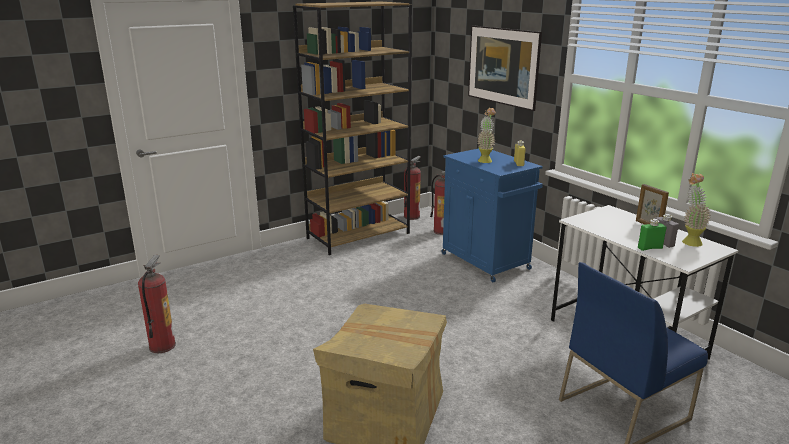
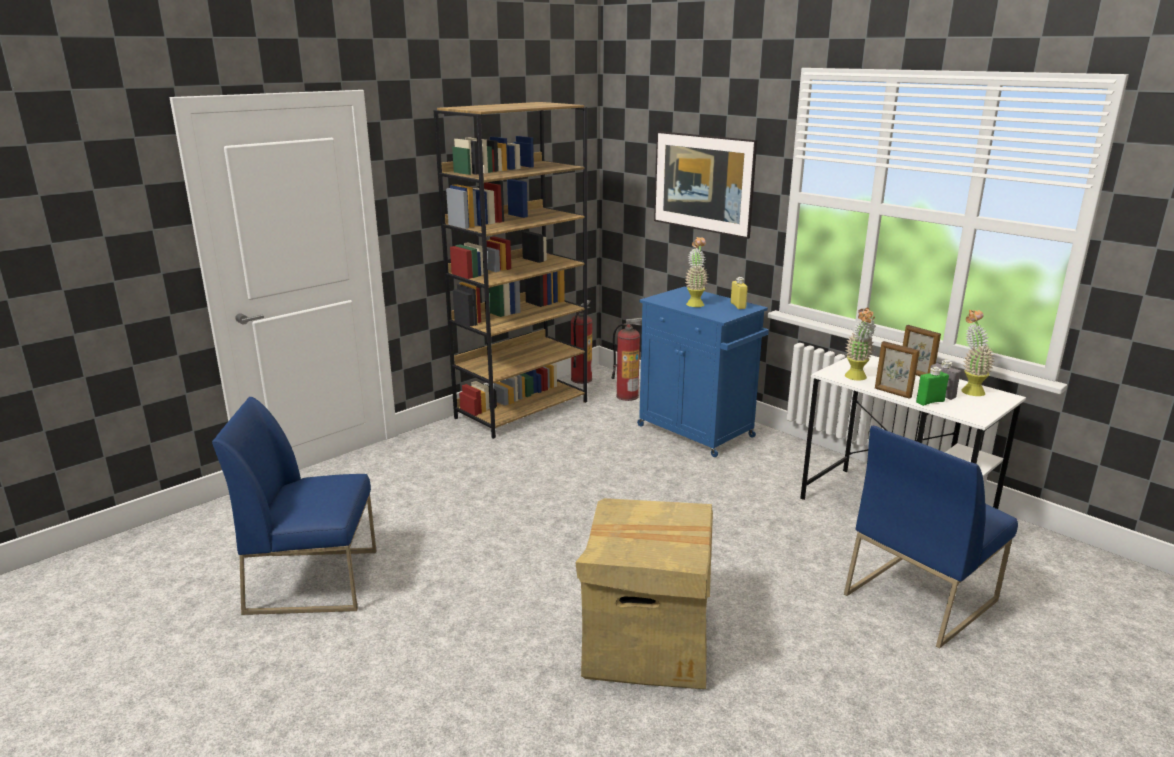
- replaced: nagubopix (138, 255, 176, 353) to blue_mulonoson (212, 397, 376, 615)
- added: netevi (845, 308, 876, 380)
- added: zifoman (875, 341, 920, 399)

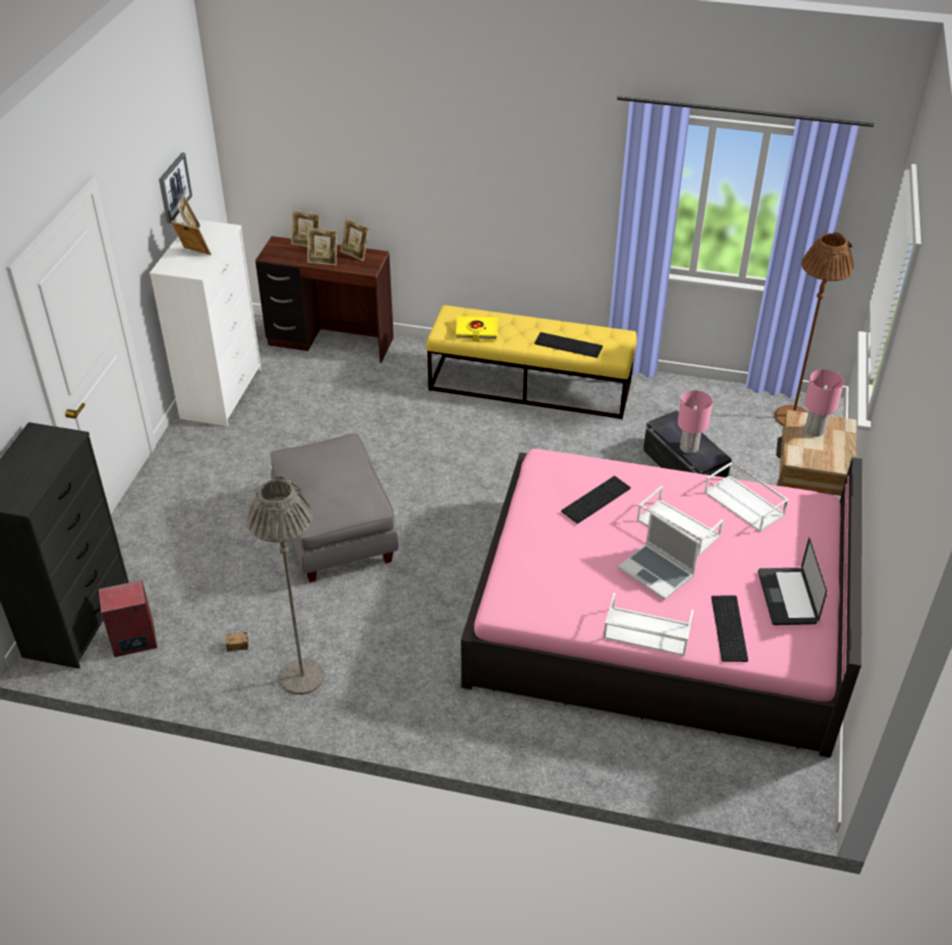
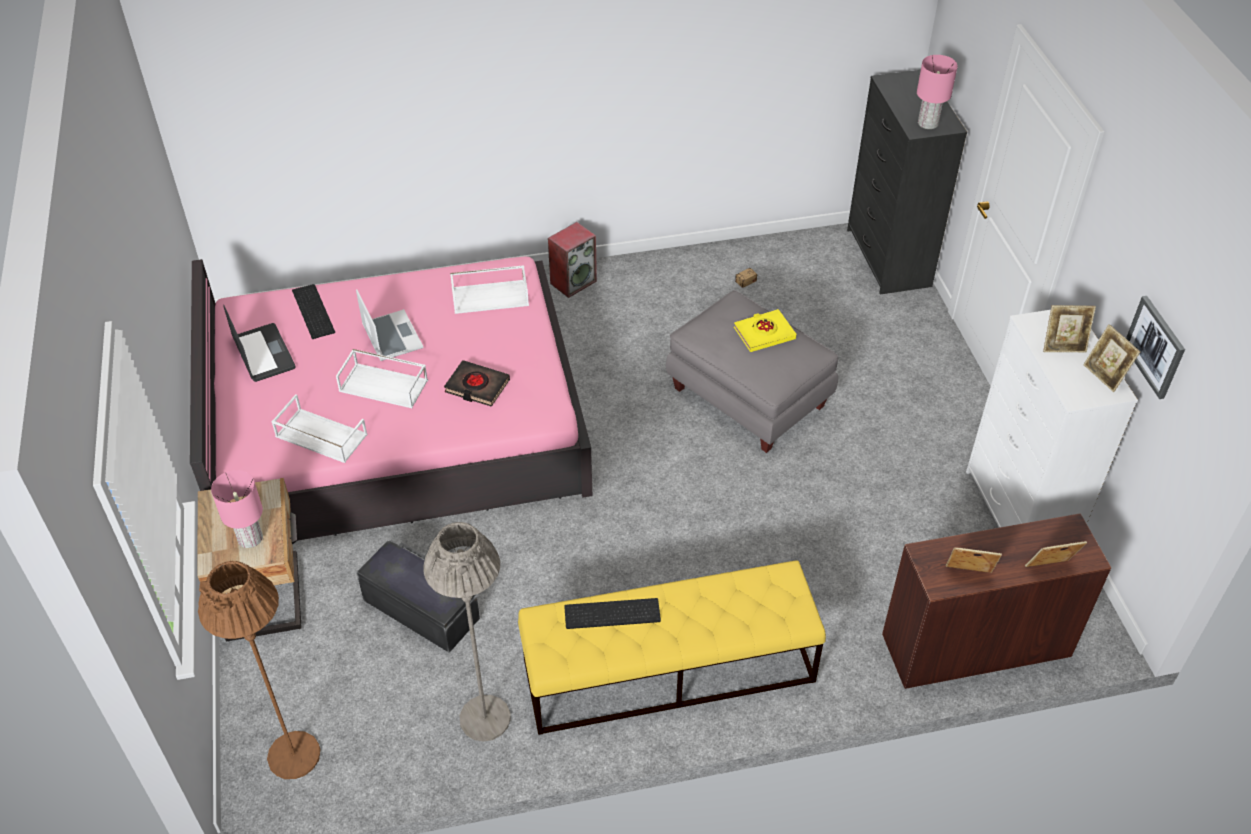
- turned: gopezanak (618, 512, 699, 600) = (356, 289, 424, 361) 45 degrees clockwise
- moved: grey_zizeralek (247, 476, 324, 695) to (423, 522, 511, 741)
- replaced: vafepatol (561, 476, 631, 524) to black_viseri (444, 360, 510, 407)
- moved: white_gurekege (603, 593, 694, 656) to (450, 265, 529, 314)
- moved: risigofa (99, 580, 157, 657) to (548, 222, 597, 298)
- moved: yellow_viseri (456, 316, 498, 341) to (734, 309, 796, 352)
- moved: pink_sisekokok (677, 390, 713, 454) to (917, 55, 958, 129)
- removed: zifoman (307, 228, 337, 265)

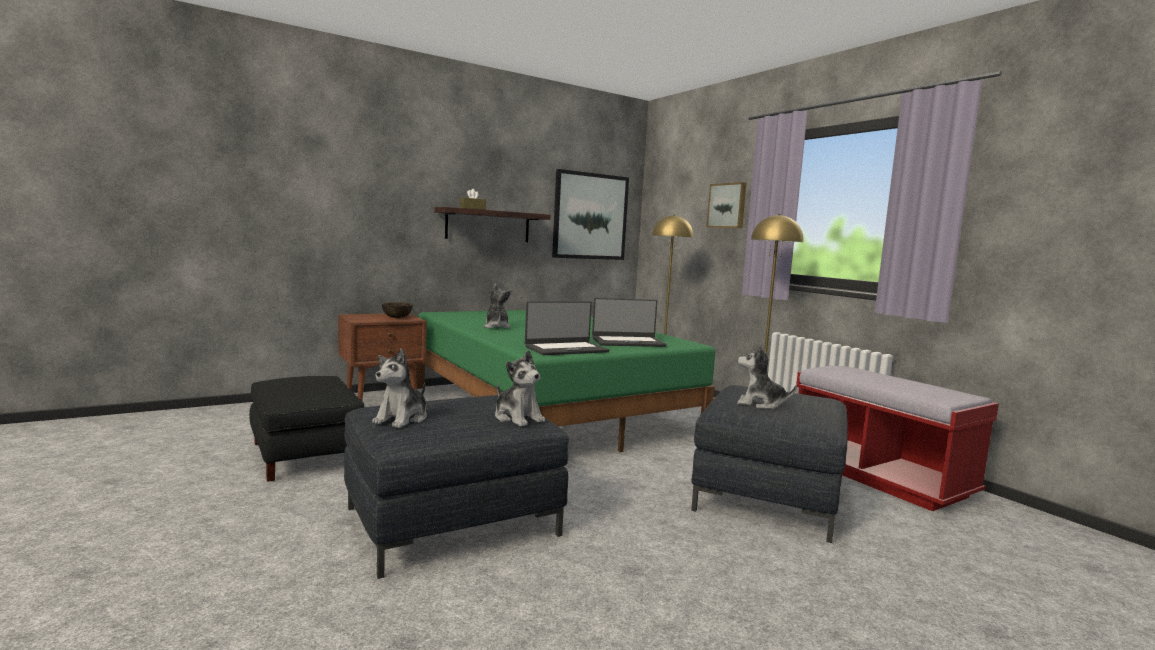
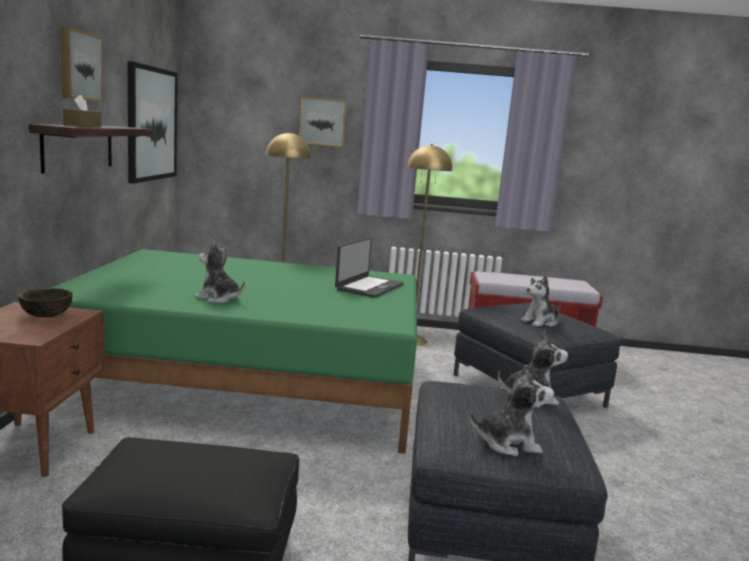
- added: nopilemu (60, 26, 103, 102)
- turned: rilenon (372, 349, 427, 428) = (469, 364, 554, 456) 60 degrees counterclockwise
- removed: gopezanak (525, 301, 609, 355)

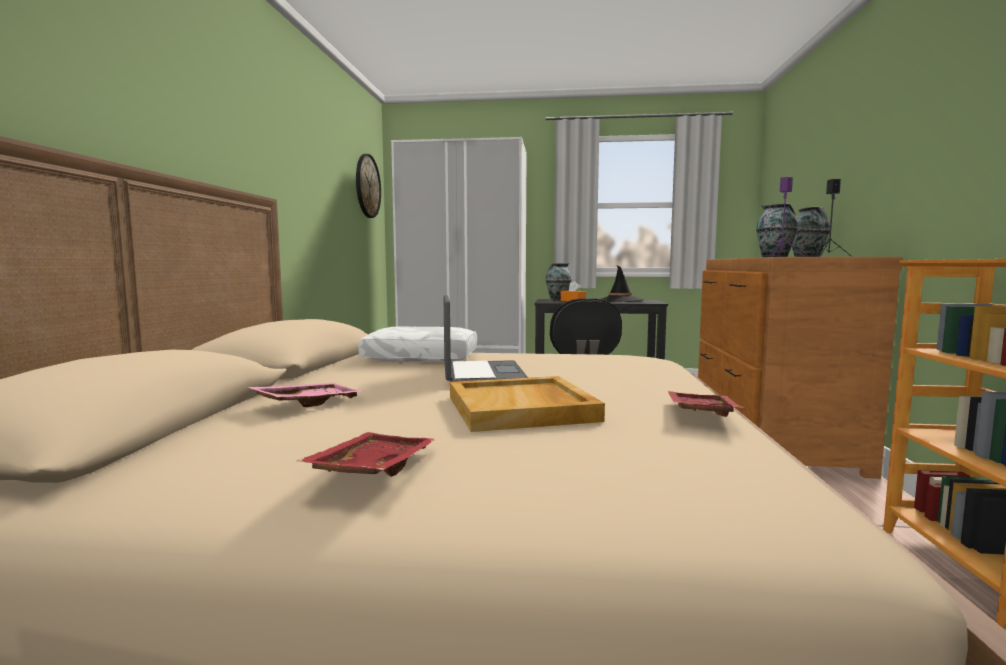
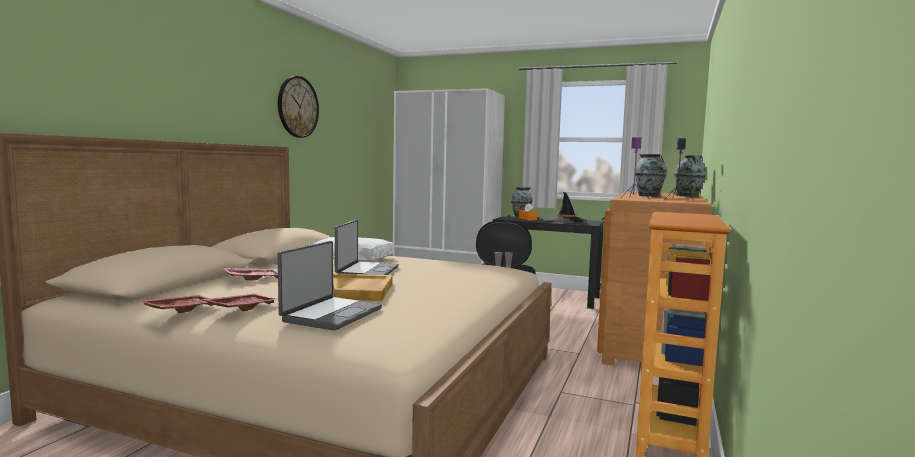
- moved: red_gurekege (668, 391, 744, 417) to (137, 295, 213, 313)
- moved: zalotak (356, 154, 381, 218) to (278, 76, 319, 138)
- added: gopezanak (278, 241, 382, 331)

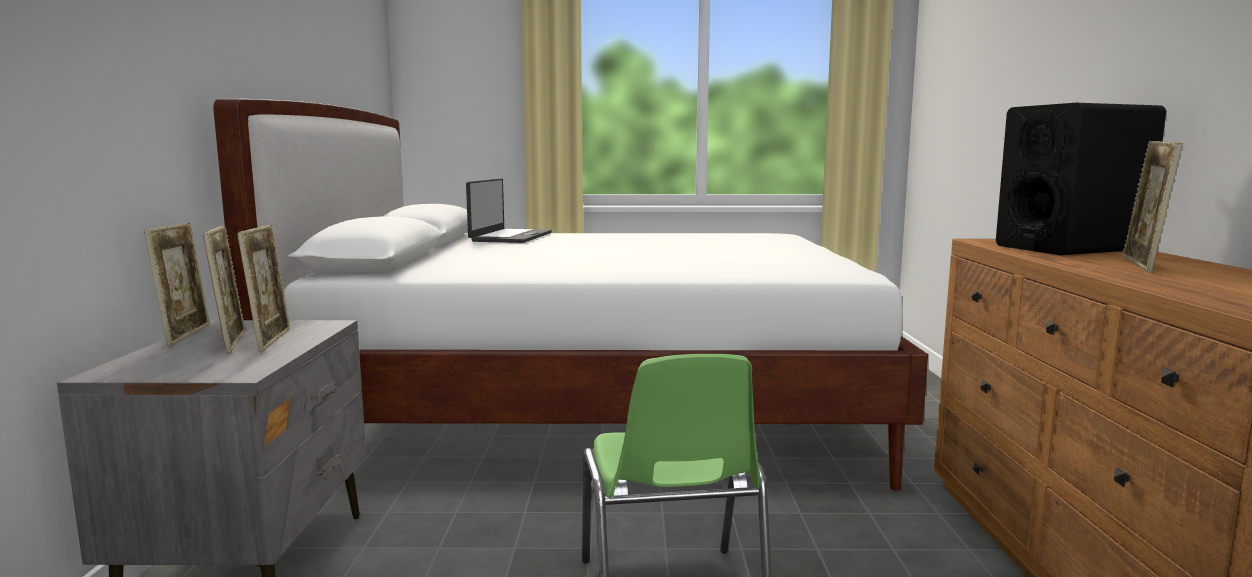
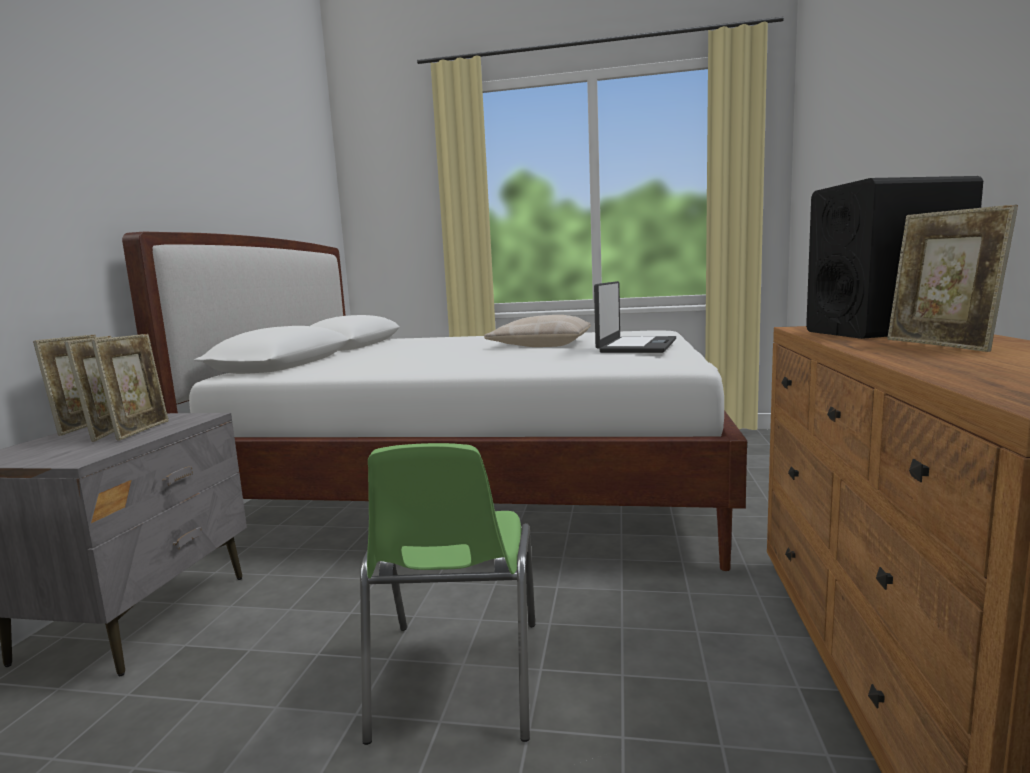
- added: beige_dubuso (484, 315, 591, 347)
- moved: gopezanak (466, 178, 552, 243) to (594, 281, 676, 353)
- turned: zifoman (1122, 141, 1183, 272) = (887, 205, 1018, 352) 45 degrees counterclockwise

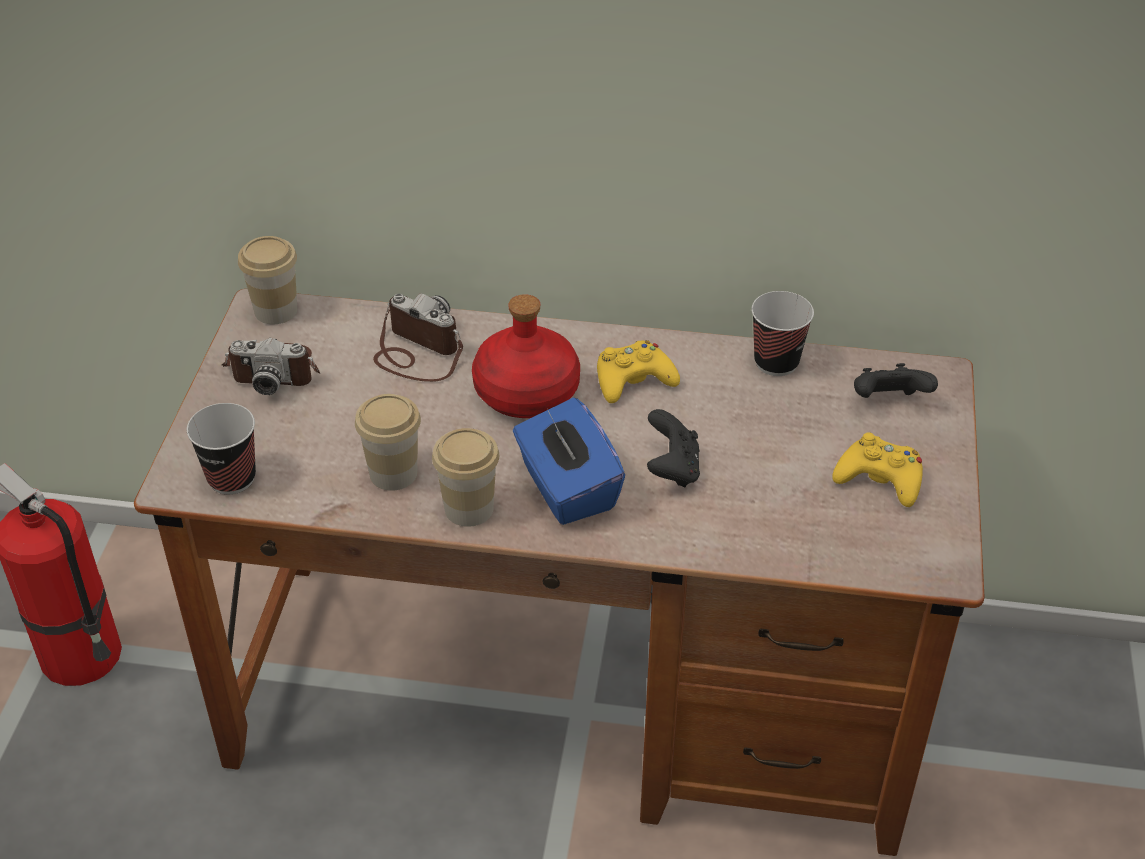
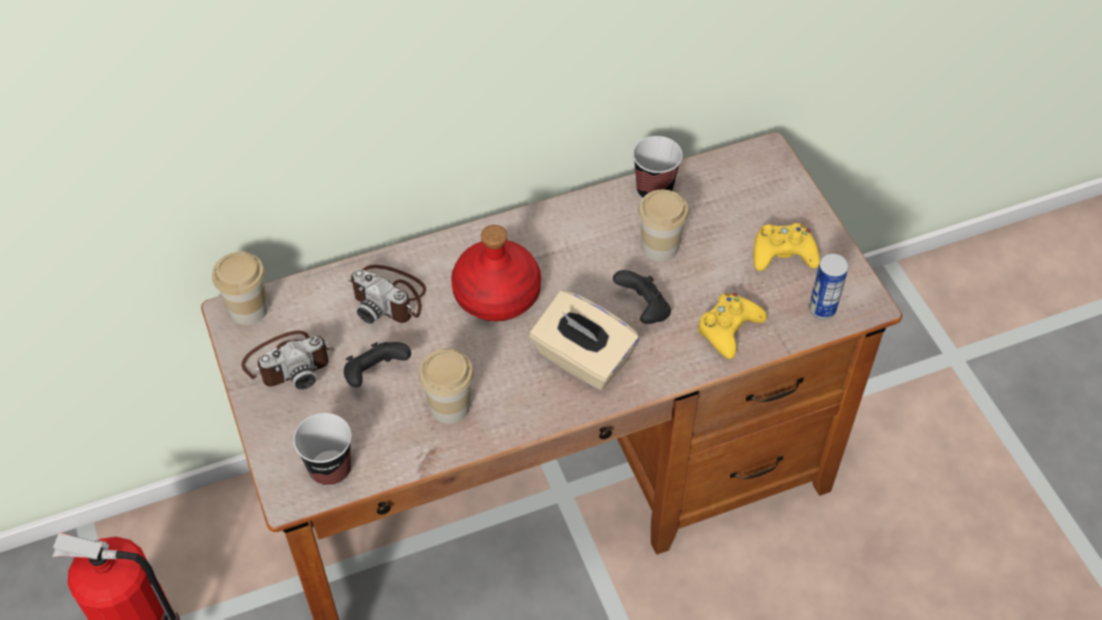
- moved: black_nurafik (854, 363, 938, 398) to (344, 342, 411, 388)
- turned: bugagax (373, 293, 463, 382) = (348, 265, 426, 324) 150 degrees counterclockwise
- recoloured: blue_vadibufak (513, 397, 625, 525) to beige_vadibufak (530, 290, 639, 391)
- moved: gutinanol (432, 428, 499, 527) to (638, 190, 689, 262)
- moved: yellow_nurafik (597, 340, 680, 403) to (697, 293, 767, 359)
- added: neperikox (809, 254, 848, 320)

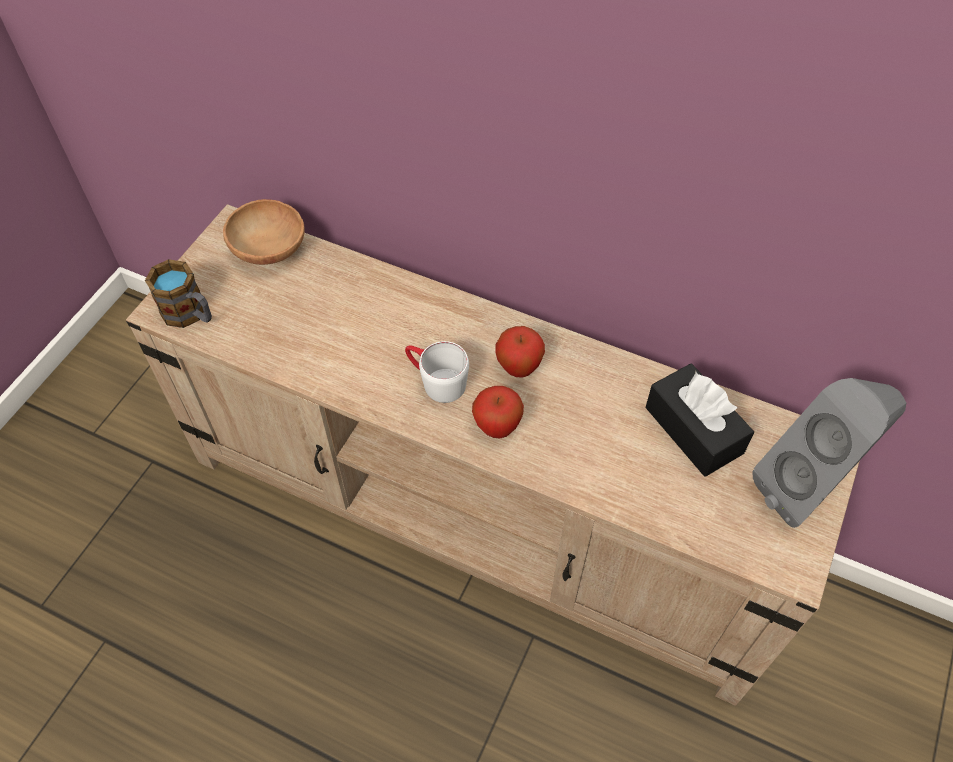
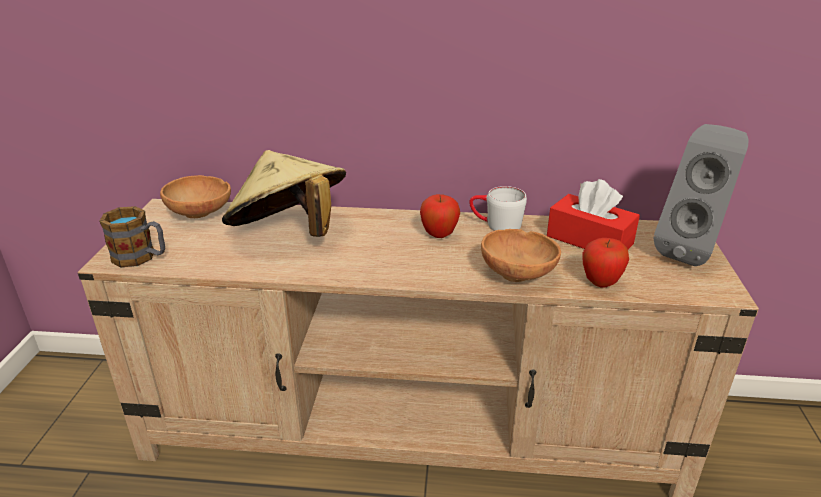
- added: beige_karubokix (222, 150, 346, 237)
- moved: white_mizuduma (405, 341, 469, 403) to (469, 186, 527, 231)
- added: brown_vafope (481, 229, 561, 282)
- recoloured: black_vadibufak (646, 363, 754, 477) to red_vadibufak (547, 179, 640, 249)
- moved: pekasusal (472, 386, 524, 438) to (582, 238, 629, 288)

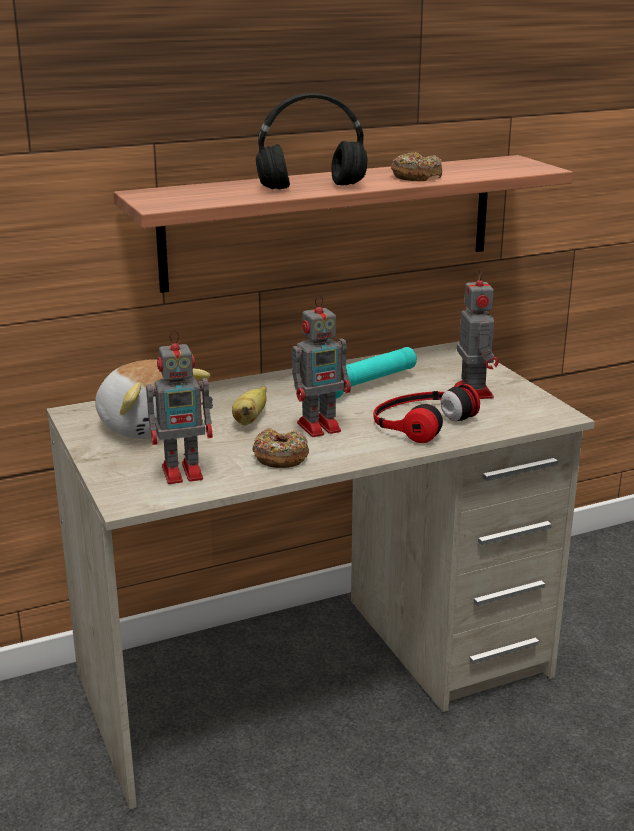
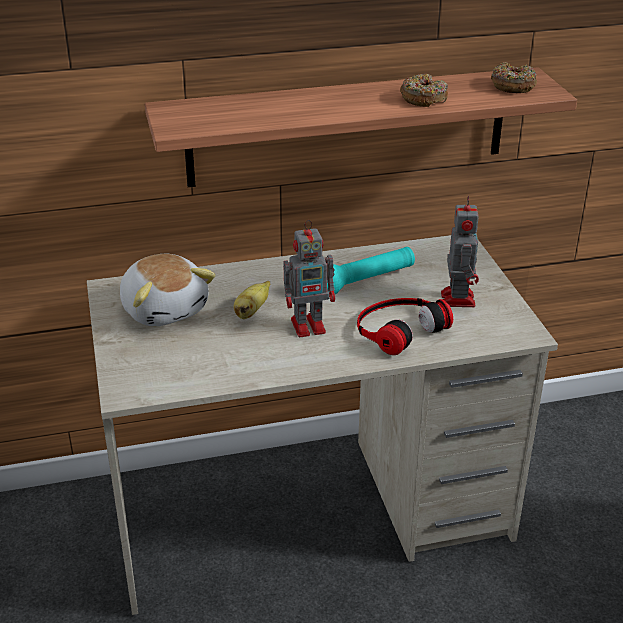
- moved: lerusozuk (252, 428, 309, 468) to (491, 62, 537, 93)
- removed: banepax (146, 330, 213, 484)
- removed: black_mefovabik (256, 93, 367, 190)

